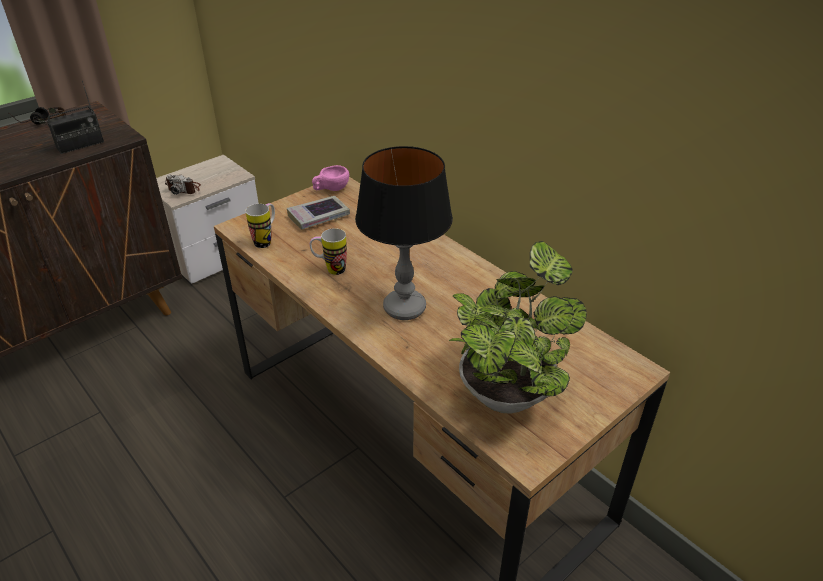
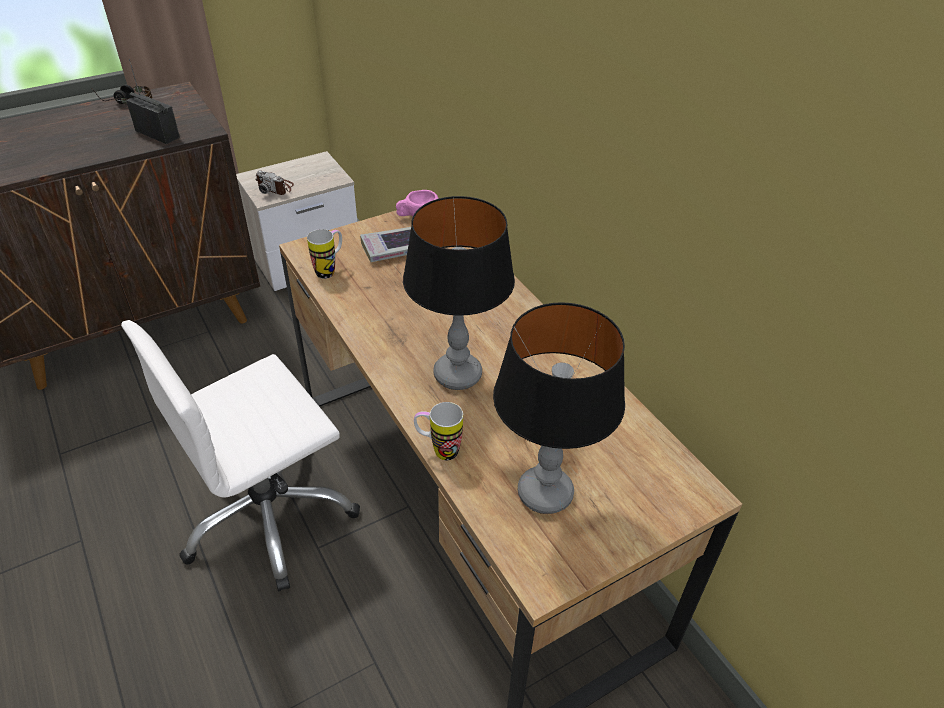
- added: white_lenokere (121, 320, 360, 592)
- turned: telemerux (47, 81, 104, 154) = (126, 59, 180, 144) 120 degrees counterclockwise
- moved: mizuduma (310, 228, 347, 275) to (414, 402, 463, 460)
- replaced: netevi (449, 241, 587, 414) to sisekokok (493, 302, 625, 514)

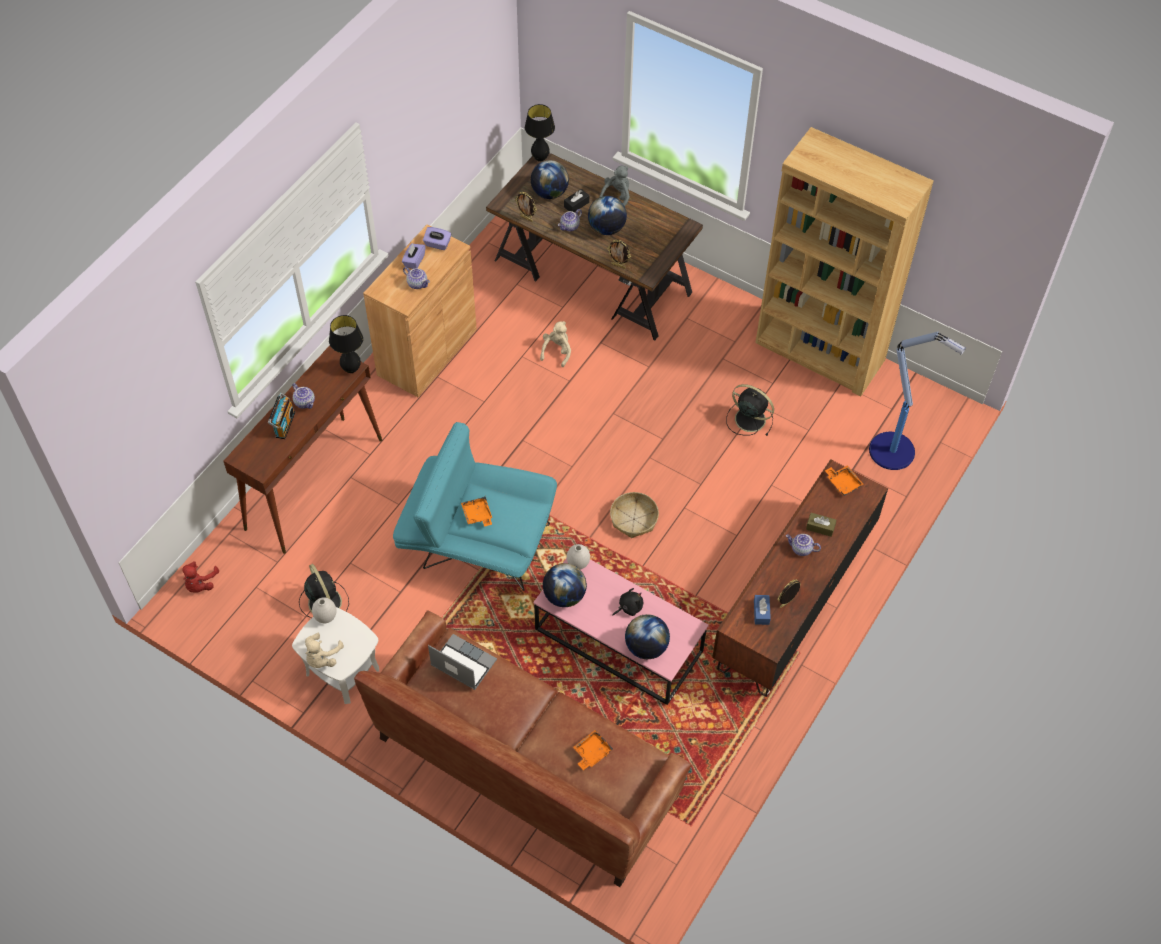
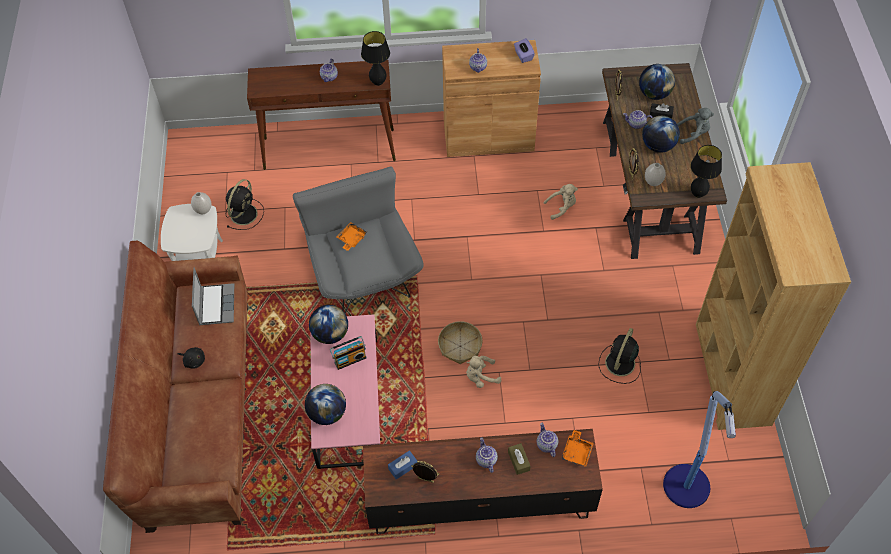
- moved: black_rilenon (612, 588, 643, 616) to (178, 347, 205, 369)
- recoloured: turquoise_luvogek (393, 422, 557, 591) to grey_luvogek (293, 167, 424, 314)
- moved: telemerux (268, 393, 295, 439) to (330, 336, 367, 370)
- moved: beige_rilenon (305, 633, 344, 668) to (466, 356, 502, 388)
- added: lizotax (537, 423, 558, 457)
- turned: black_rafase (726, 384, 774, 436) = (598, 328, 641, 384) 150 degrees counterclockwise
- moved: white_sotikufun (567, 544, 590, 569) to (645, 163, 666, 186)
- moved: black_sisekokok (525, 104, 555, 162) to (691, 145, 722, 198)
- removed: red_rilenon (182, 561, 219, 593)
- removed: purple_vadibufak (402, 244, 426, 269)
- removed: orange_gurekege (573, 730, 613, 770)

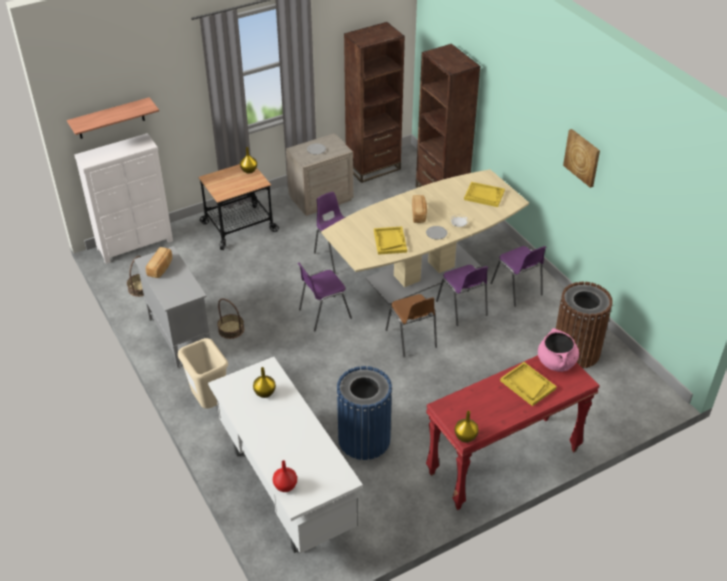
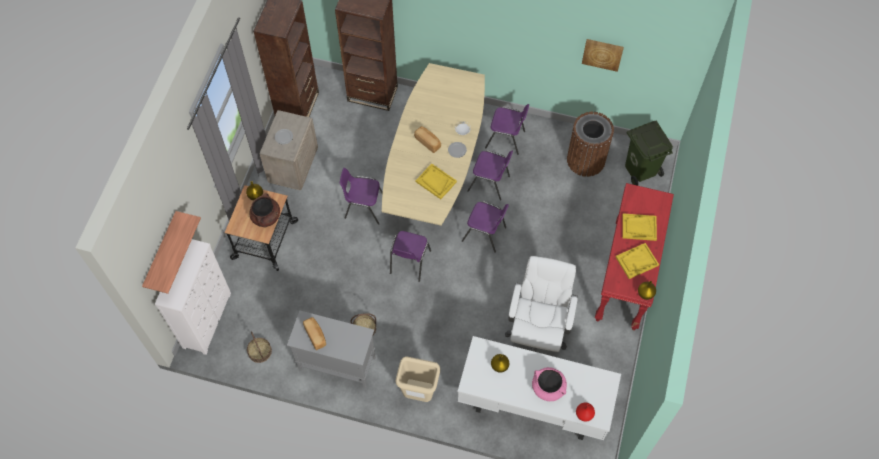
- added: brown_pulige (249, 193, 280, 228)
- recoloured: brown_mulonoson (386, 294, 437, 357) to purple_mulonoson (462, 201, 509, 253)
- replaced: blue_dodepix (336, 366, 392, 460) to white_lenokere (505, 256, 578, 352)
- moved: pink_pulige (538, 328, 579, 372) to (532, 367, 567, 401)
- moved: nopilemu (563, 129, 600, 188) to (582, 39, 624, 72)
- moved: yellow_gurekege (464, 182, 505, 207) to (616, 243, 659, 279)
- added: green_dodepix (625, 121, 673, 186)

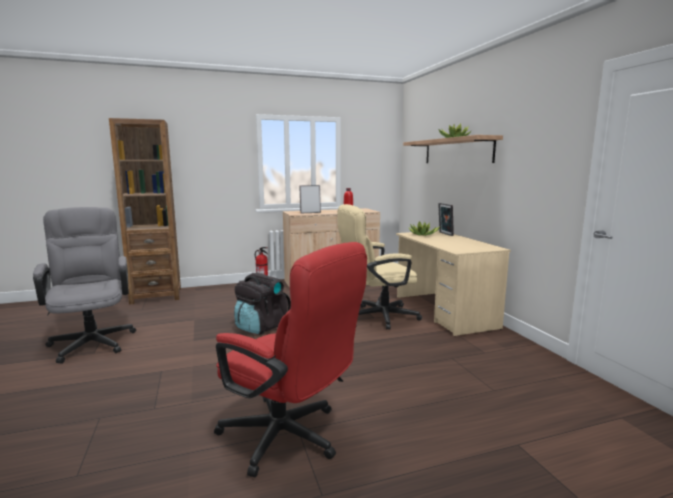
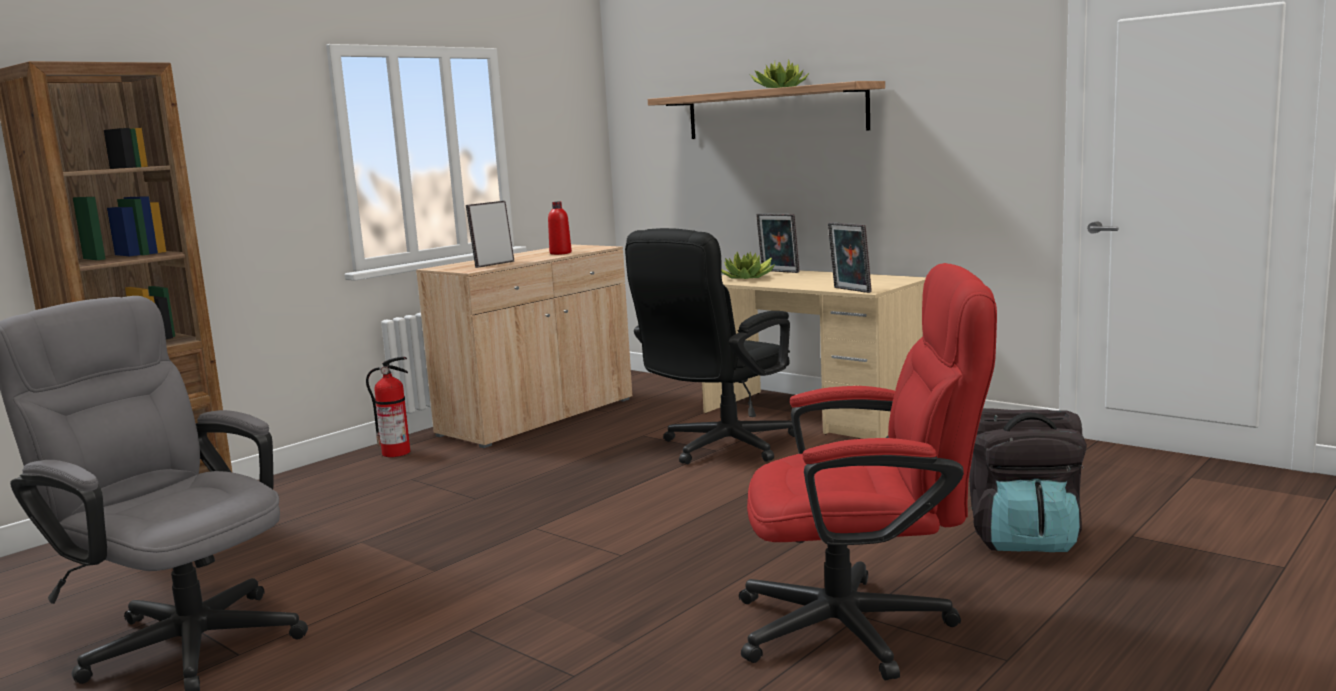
- recoloured: beige_lenokere (337, 204, 422, 330) to black_lenokere (625, 228, 795, 464)
- added: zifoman (828, 222, 872, 293)
- moved: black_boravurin (234, 273, 291, 335) to (969, 408, 1087, 552)

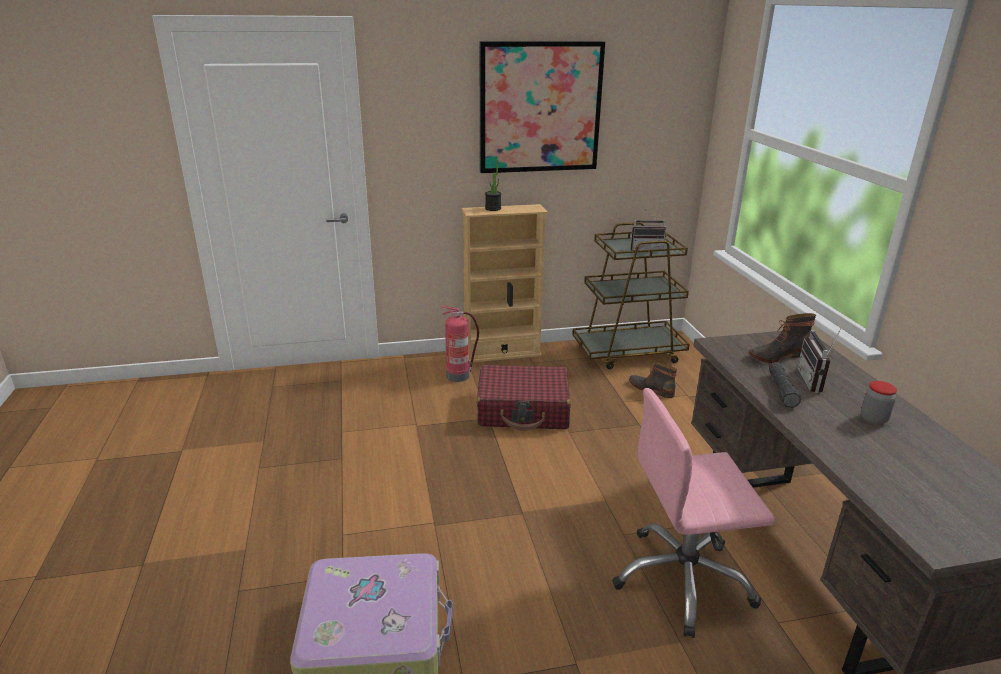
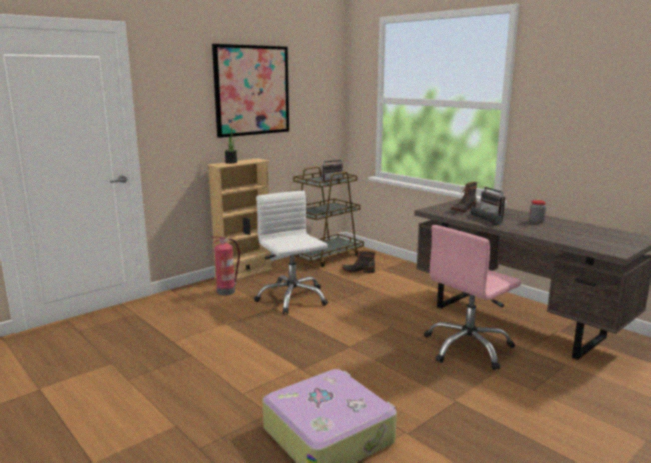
- replaced: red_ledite (477, 365, 571, 431) to white_lenokere (254, 191, 328, 314)

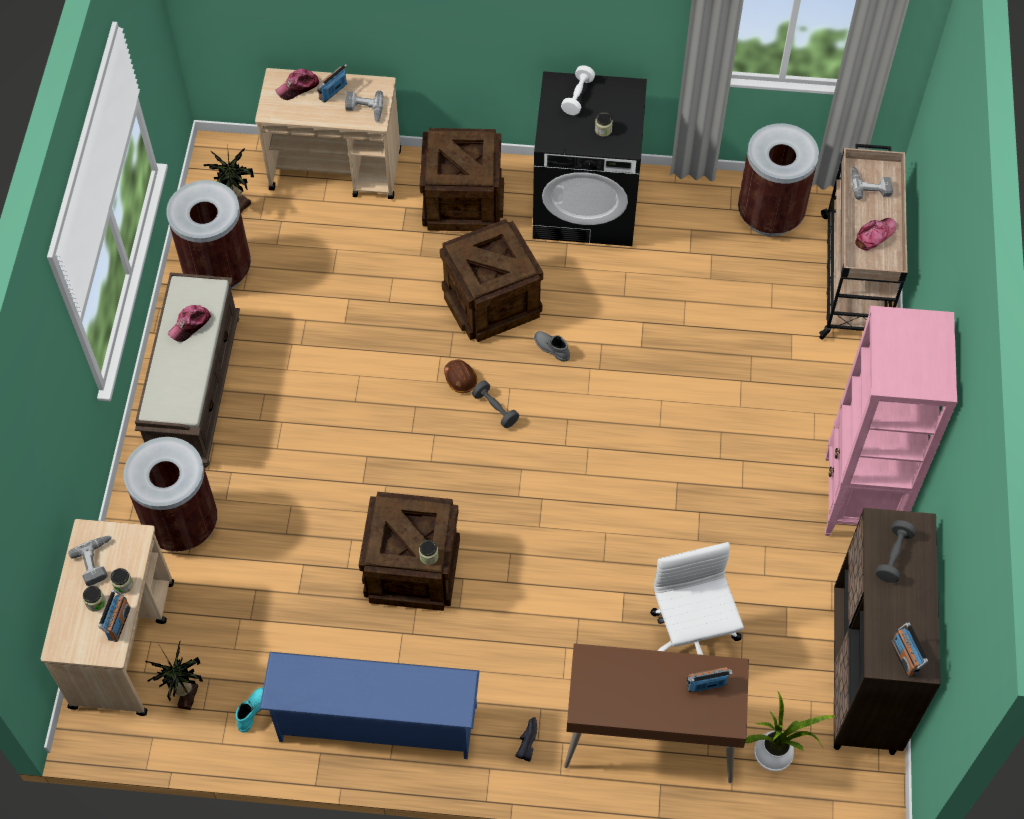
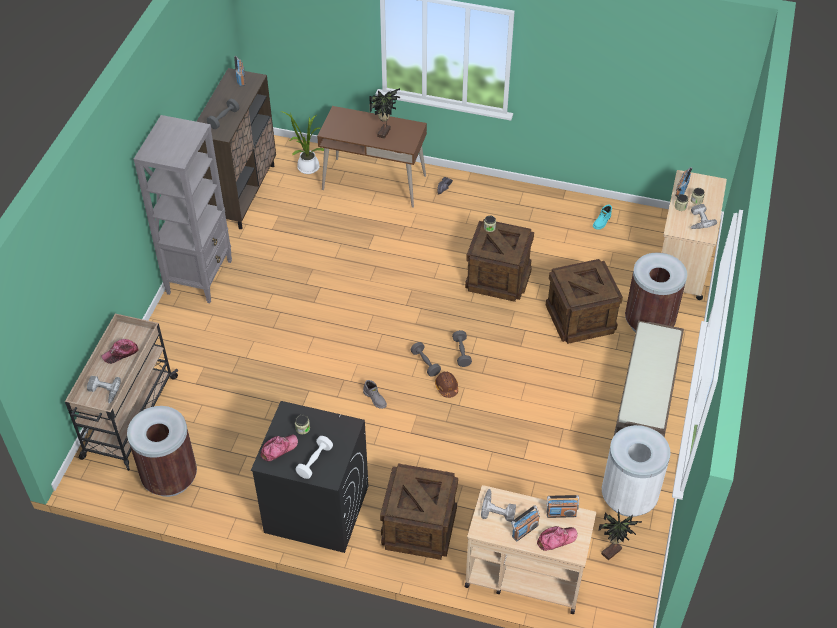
- recoloured: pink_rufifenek (825, 306, 957, 536) to grey_rufifenek (133, 115, 232, 303)
- moved: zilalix (168, 305, 211, 342) to (260, 434, 298, 461)
- moved: netevi (145, 641, 203, 710) to (369, 88, 400, 139)
- added: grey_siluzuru (452, 330, 472, 367)
- moved: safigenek (440, 219, 543, 342) to (546, 259, 623, 344)
- moved: telemerux (686, 667, 733, 692) to (546, 495, 579, 518)
- recoloured: brown_dodepix (166, 180, 251, 289) to white_dodepix (602, 425, 671, 517)
- removed: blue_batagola (260, 652, 480, 759)
- removed: white_lenokere (650, 542, 744, 655)

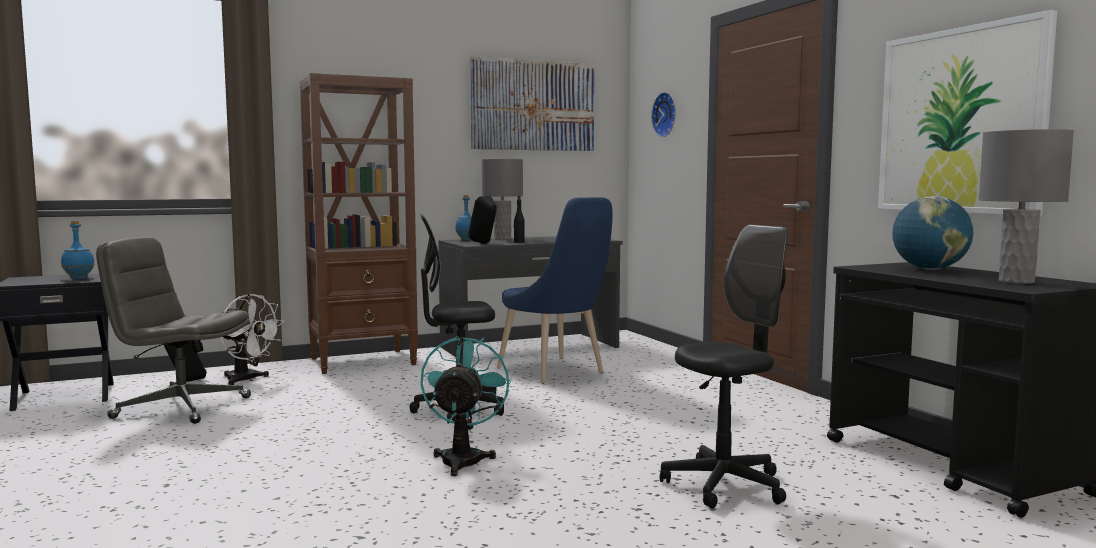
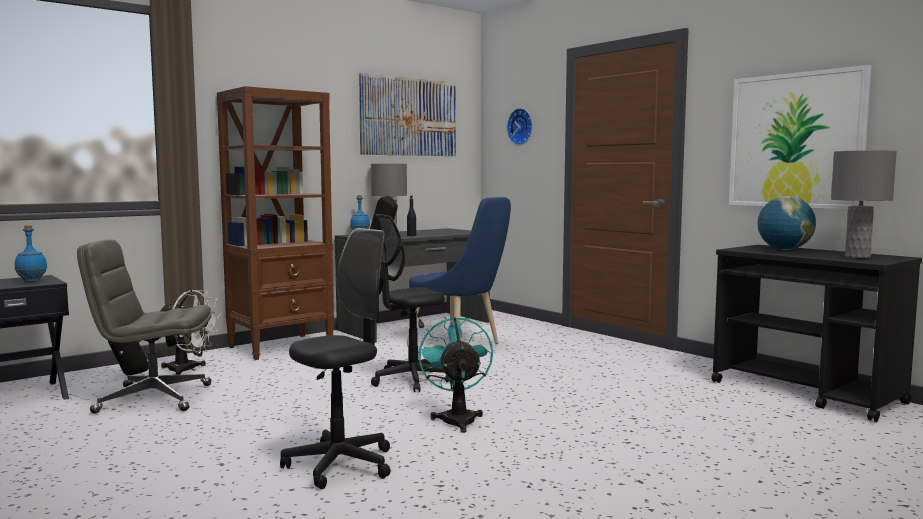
- moved: black_lenokere (660, 225, 788, 509) to (280, 228, 390, 489)

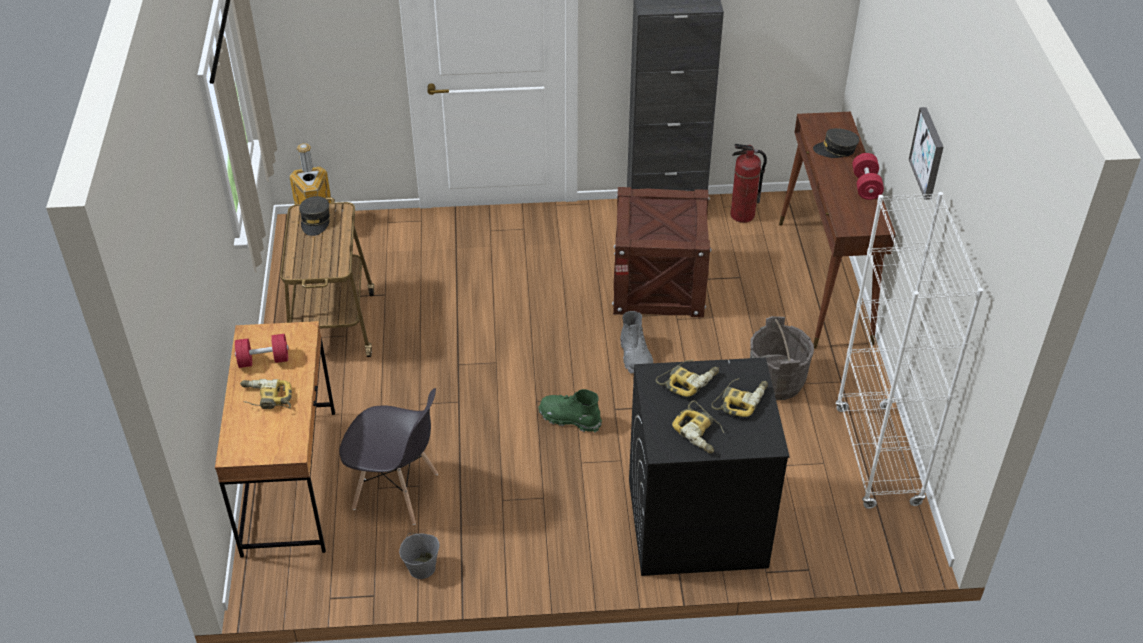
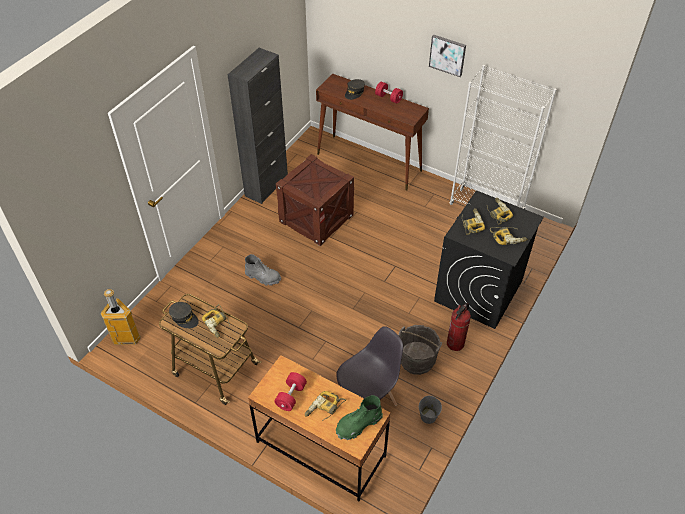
- added: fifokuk (202, 304, 230, 338)
- moved: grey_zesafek (620, 311, 653, 374) to (245, 254, 281, 286)
- moved: green_zesafek (538, 389, 602, 433) to (336, 395, 383, 440)
- moved: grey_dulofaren (750, 316, 814, 400) to (398, 325, 442, 375)
- moved: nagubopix (730, 144, 767, 223) to (447, 303, 471, 351)

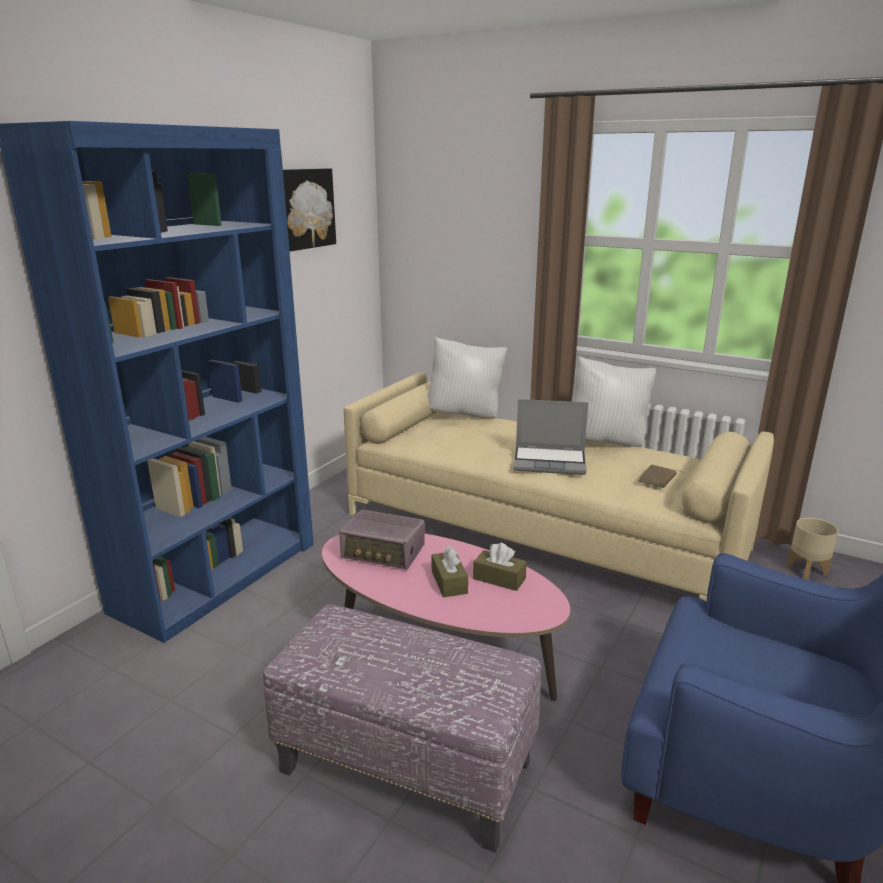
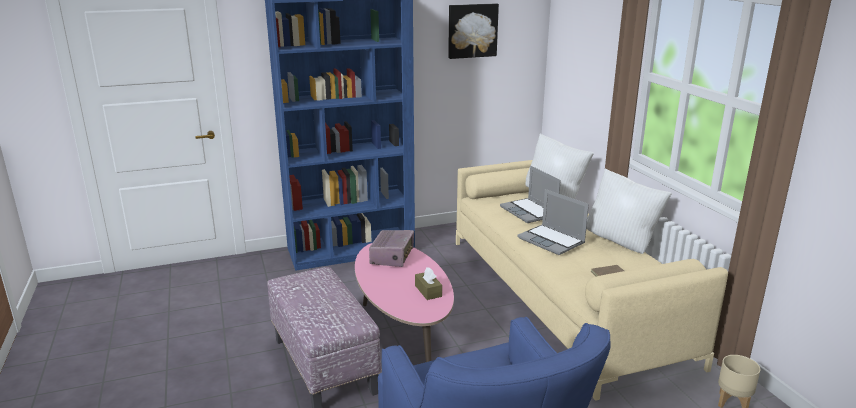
- turned: telemerux (339, 510, 425, 570) = (369, 230, 414, 267) 135 degrees counterclockwise
- added: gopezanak (500, 166, 561, 223)
- removed: brown_vadibufak (432, 546, 468, 597)

